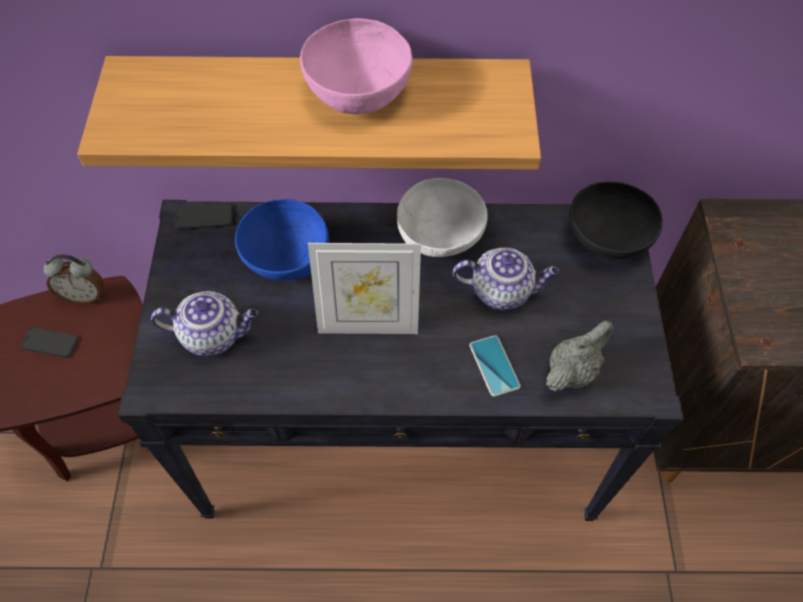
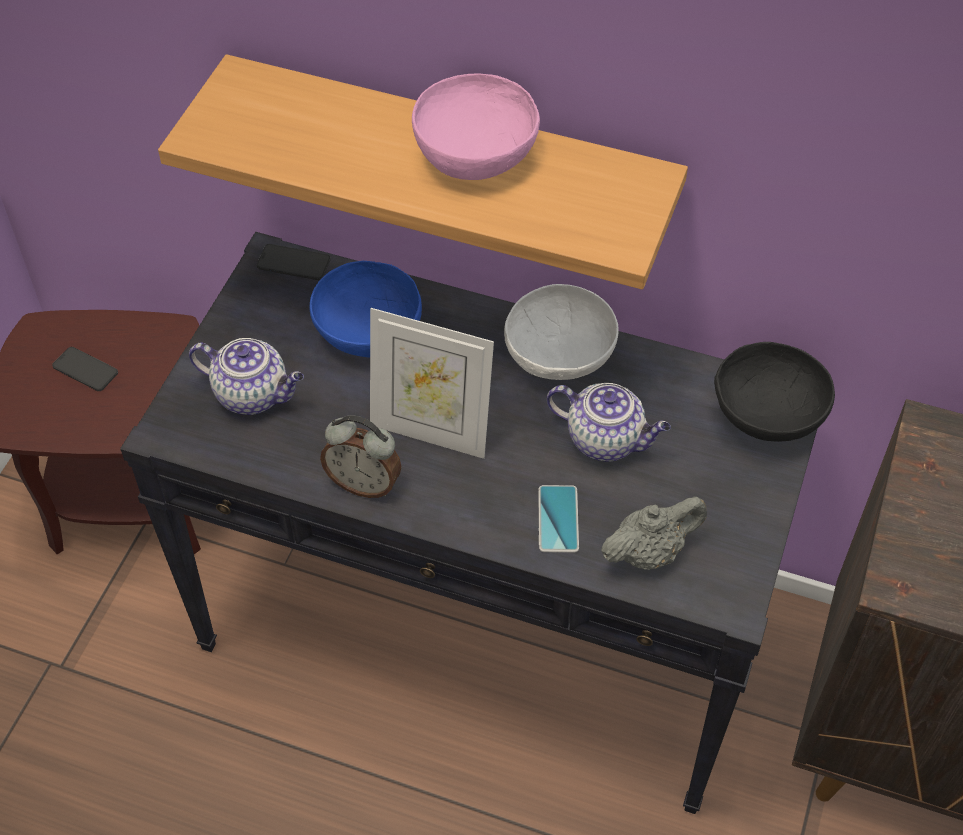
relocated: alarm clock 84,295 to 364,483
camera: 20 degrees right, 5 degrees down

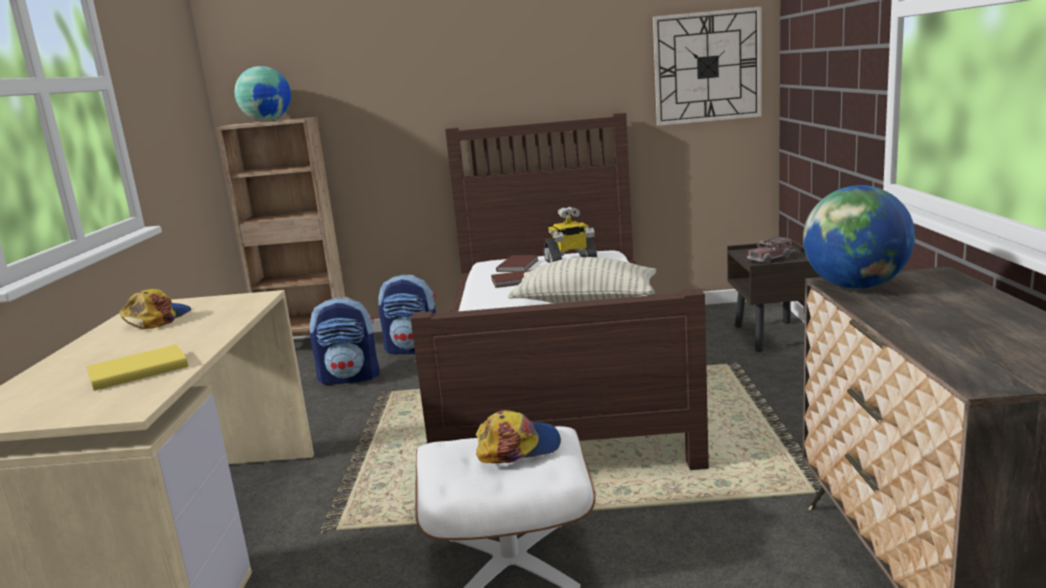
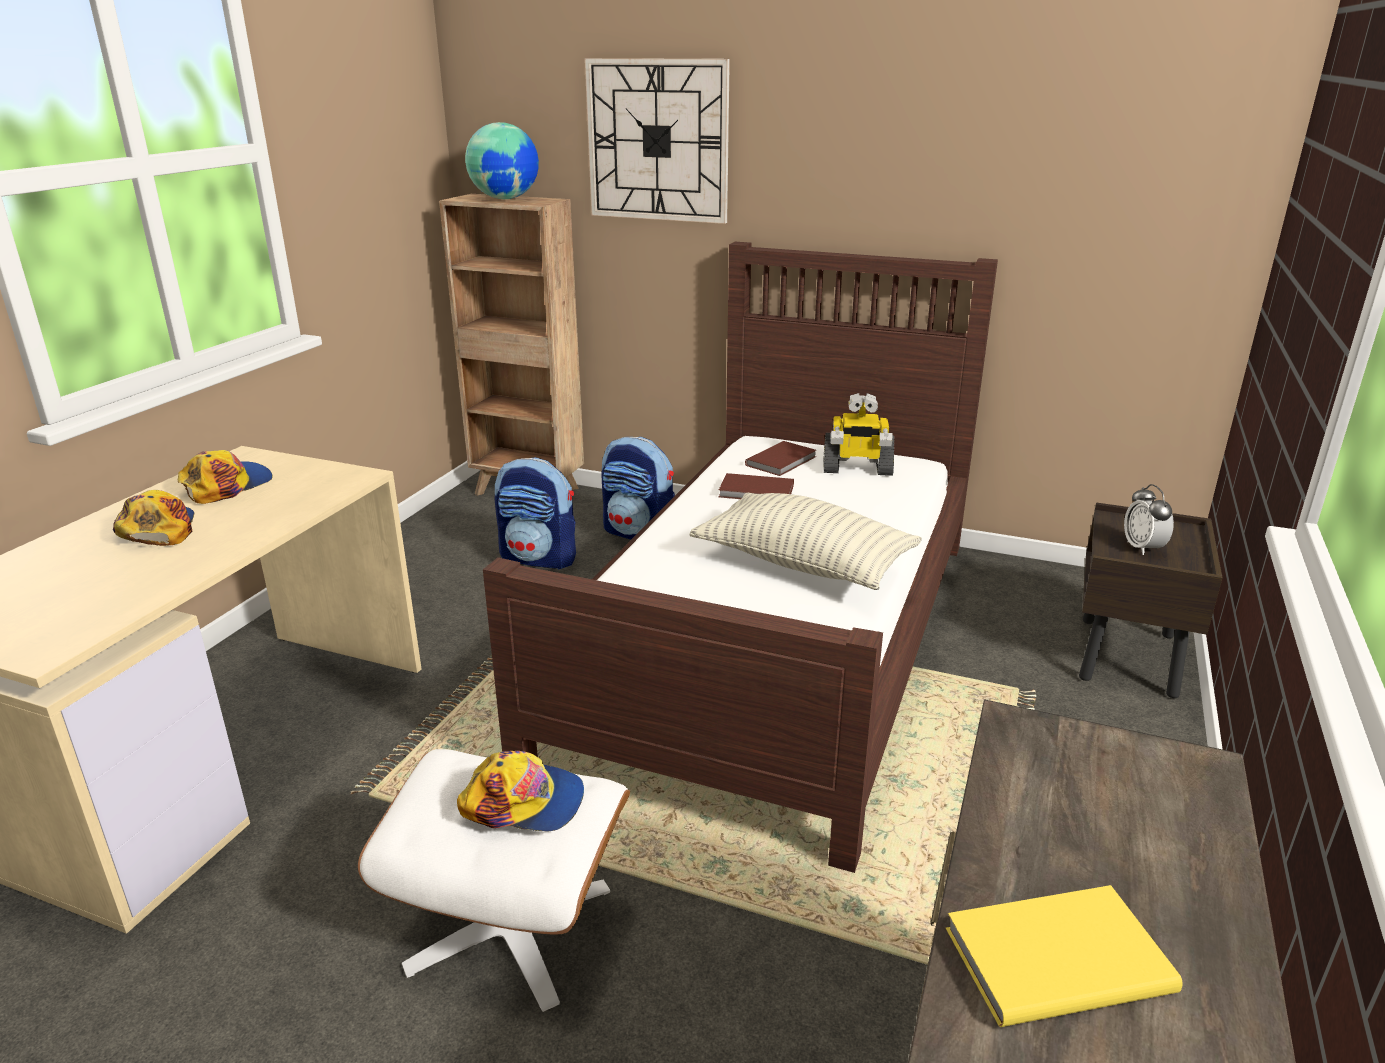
missing: globe 855,287
appeared: peaked cap 157,529
relocated: yellowish bound book 137,371 to 1052,957; wall clock 707,67 to 658,141
exchanged: toy truck 770,259 to alarm clock 1142,548
camera: 20 degrees right, 10 degrees up

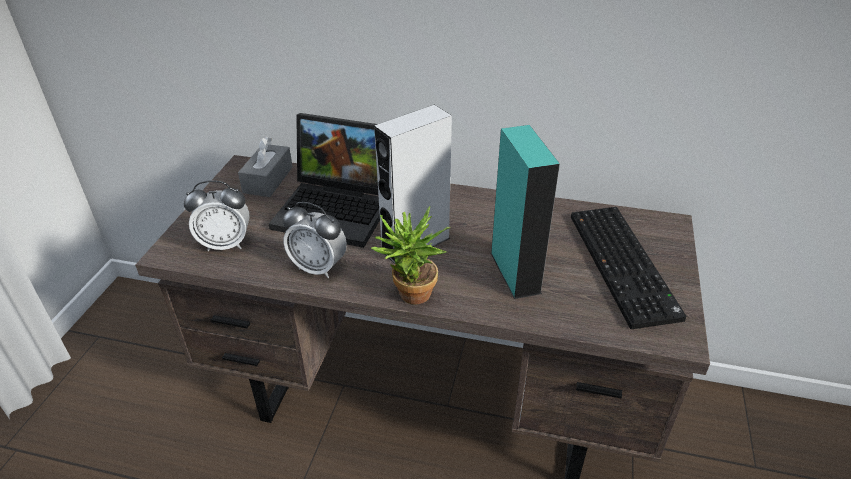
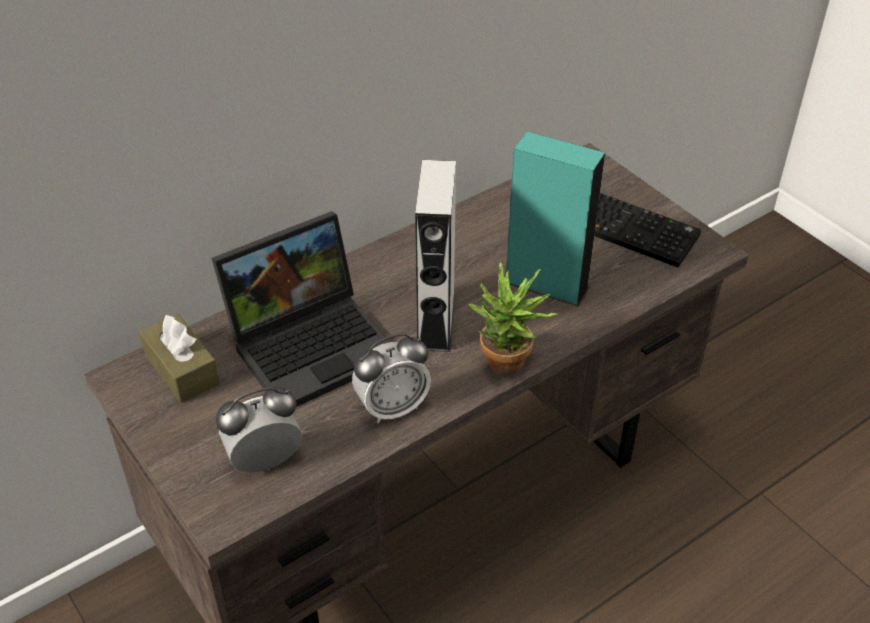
colour: greyish box of tissues 268,180 to brown-coloured box of tissues 182,369
spun: alarm clock 226,244 = 265,461 150 degrees counterclockwise
camera: 50 degrees left, 5 degrees up

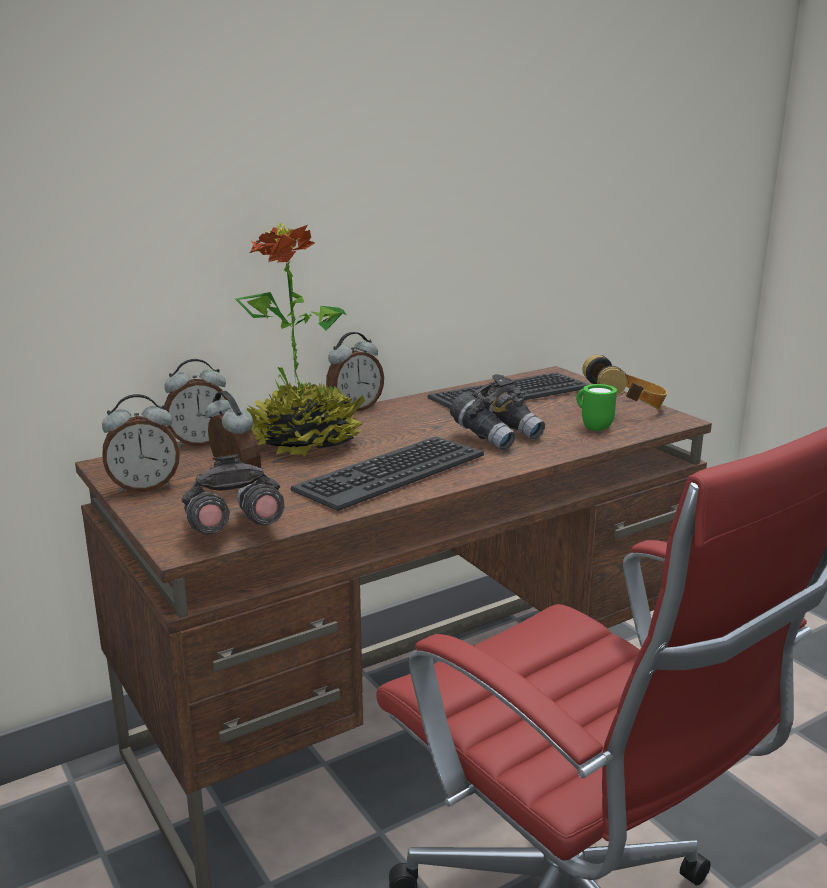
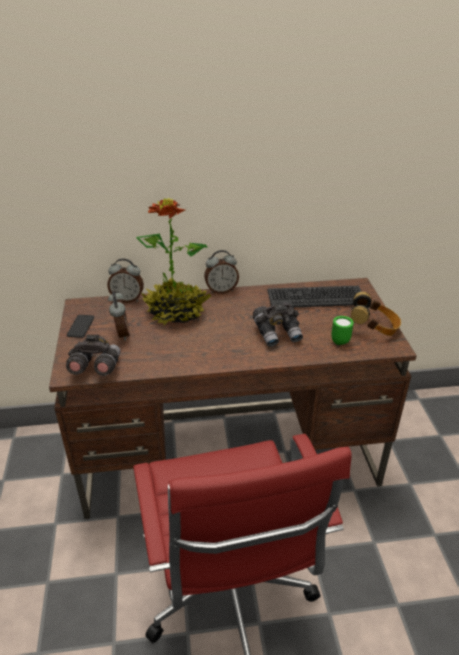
missing: computer keyboard 390,473
exchanged: alarm clock 144,487 to telephone 80,326
camera: 25 degrees right, 15 degrees up

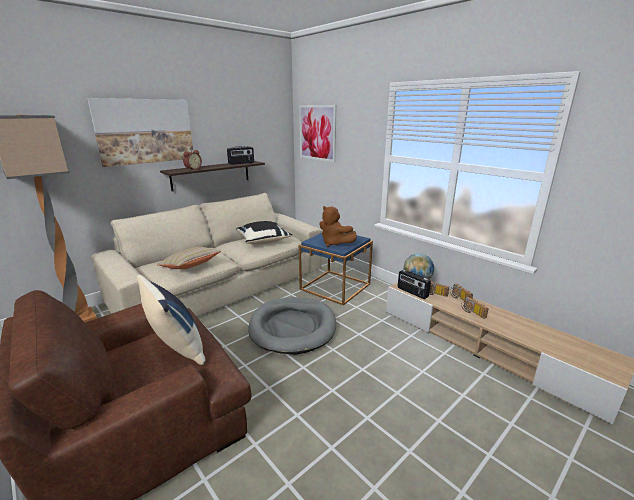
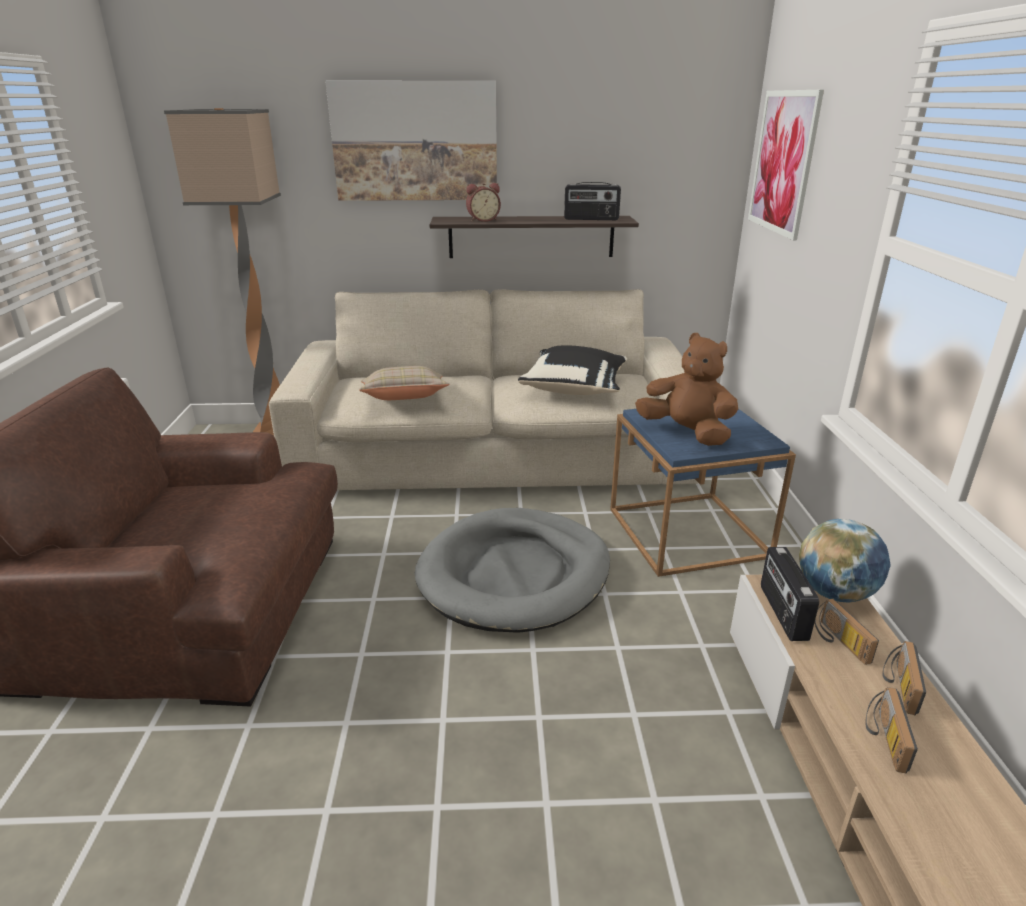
missing: bluish pillow 175,349
spun: brown-coloured plush toy 334,243 = 686,433 135 degrees clockwise
camera: 40 degrees right, 5 degrees up

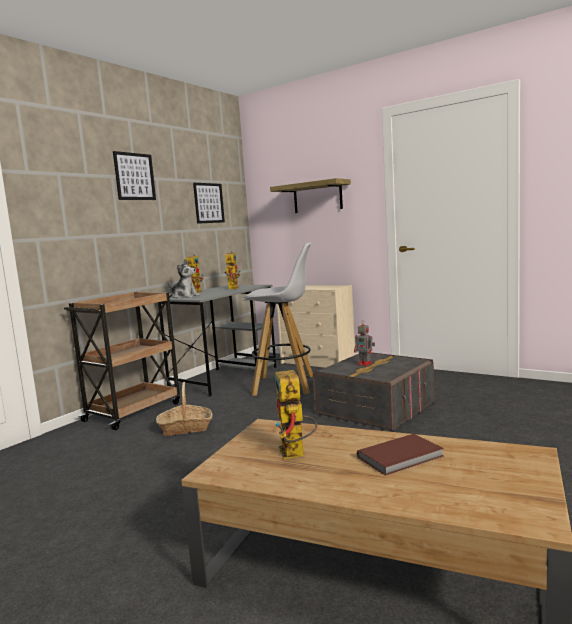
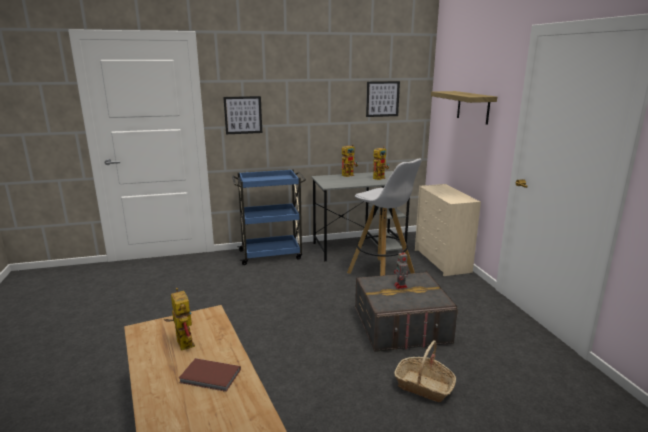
missing: plush toy 184,296
relocated: wall picture 134,176 to 243,115; basket 185,428 to 424,386
colour: brown-coloured cart 134,411 to bluish cart 271,254
spun: robot figure 296,454 = 182,341 120 degrees clockwise
camera: 40 degrees right, 10 degrees up

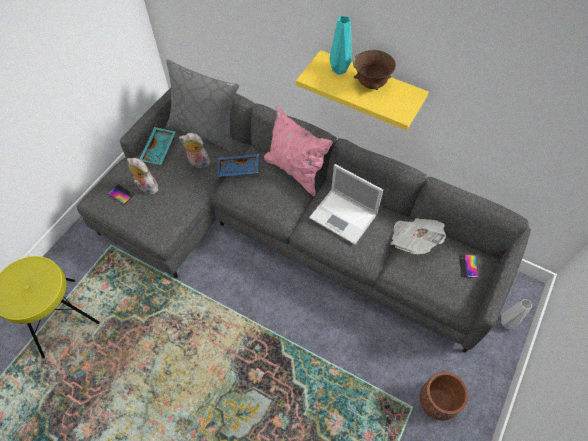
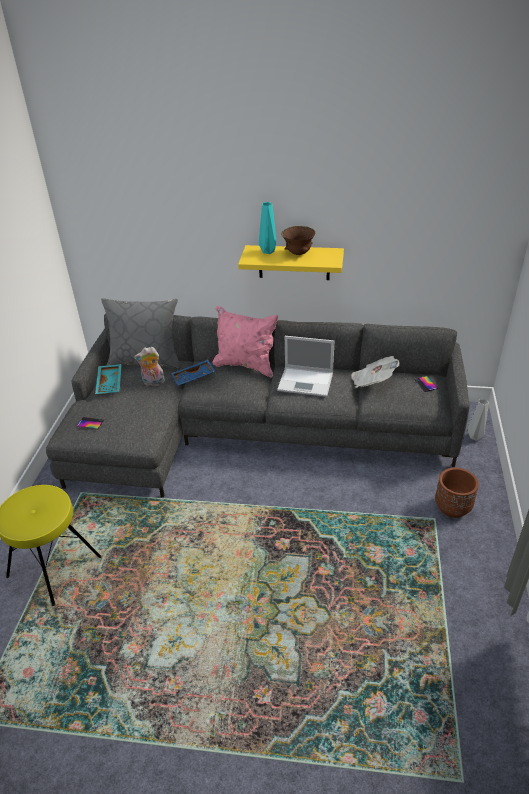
missing: plush toy 146,187
camera: 20 degrees left, 20 degrees down

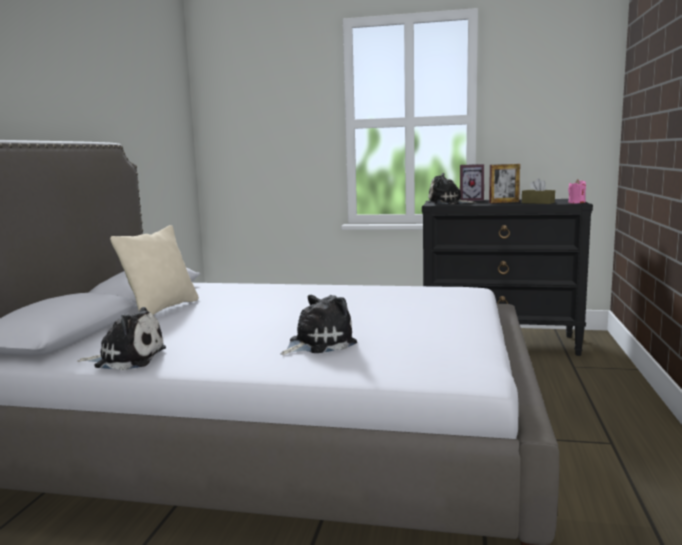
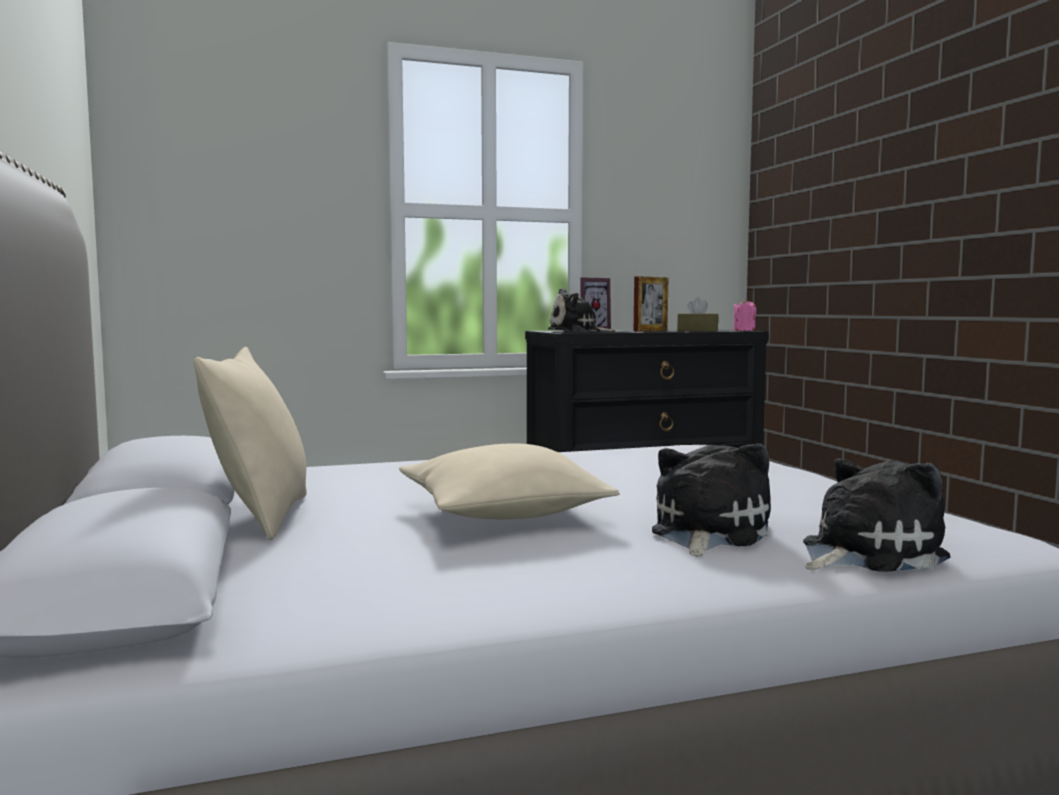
appeared: beige pillow 502,513
relocated: plush toy 127,358 to 865,553
camera: 30 degrees left, 5 degrees down

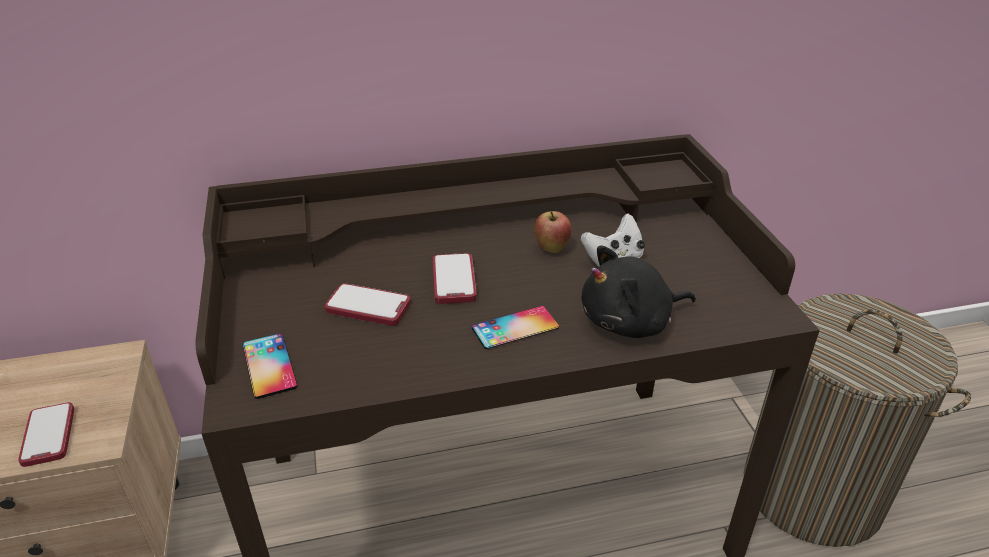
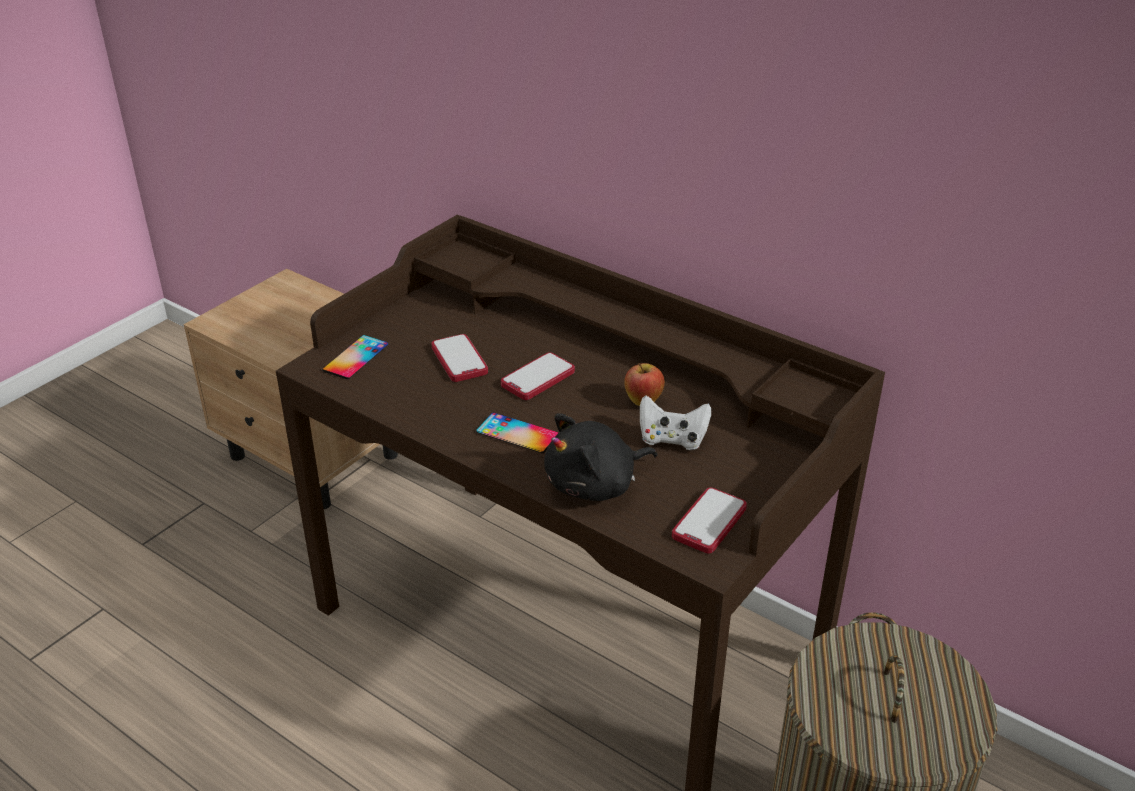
relocated: telephone 48,435 to 709,522
spun: blackish plush toy 630,322 = 595,485 60 degrees counterclockwise
camera: 50 degrees right, 0 degrees up

